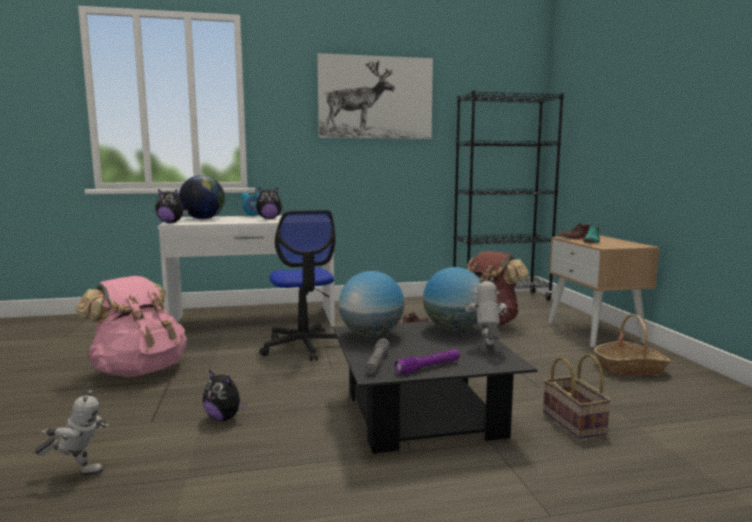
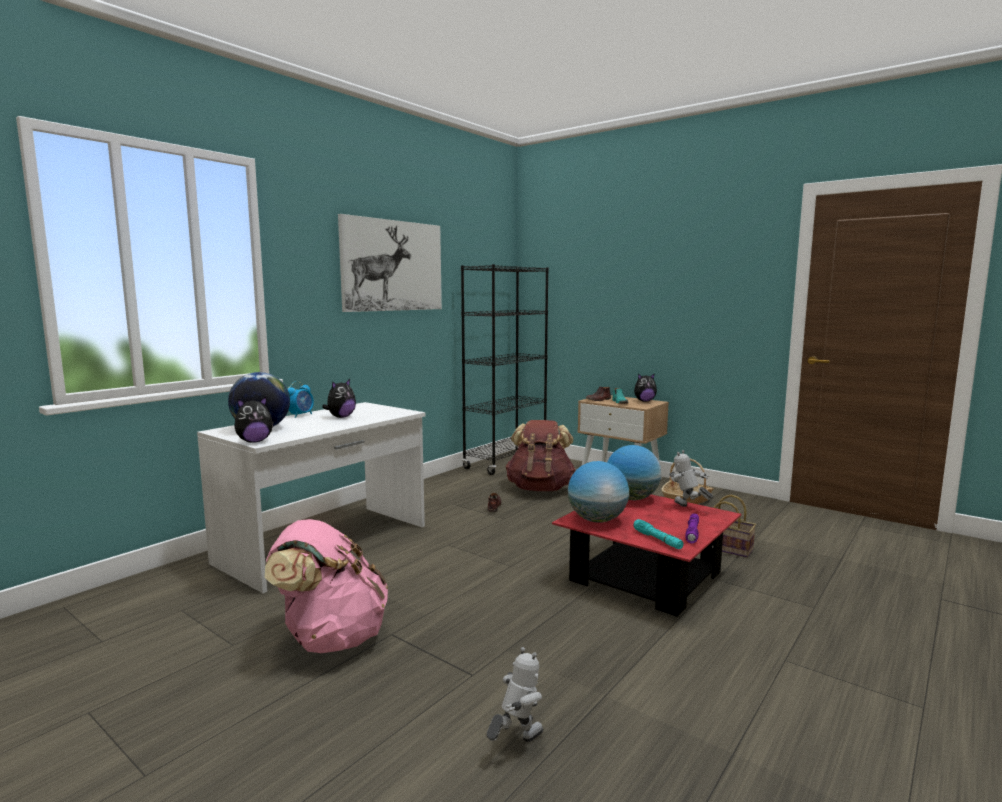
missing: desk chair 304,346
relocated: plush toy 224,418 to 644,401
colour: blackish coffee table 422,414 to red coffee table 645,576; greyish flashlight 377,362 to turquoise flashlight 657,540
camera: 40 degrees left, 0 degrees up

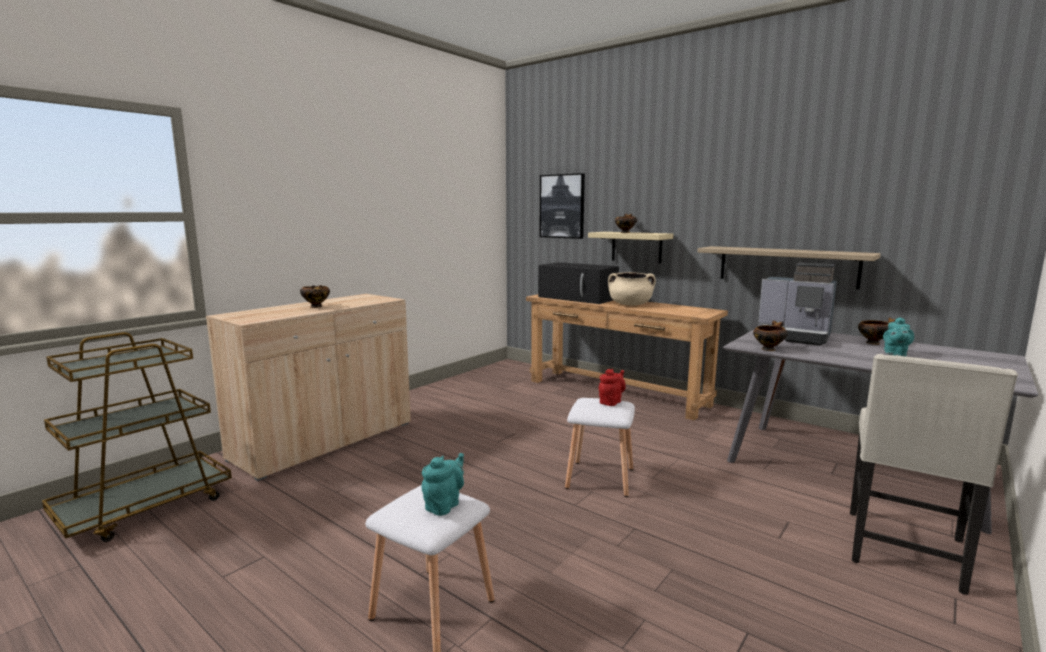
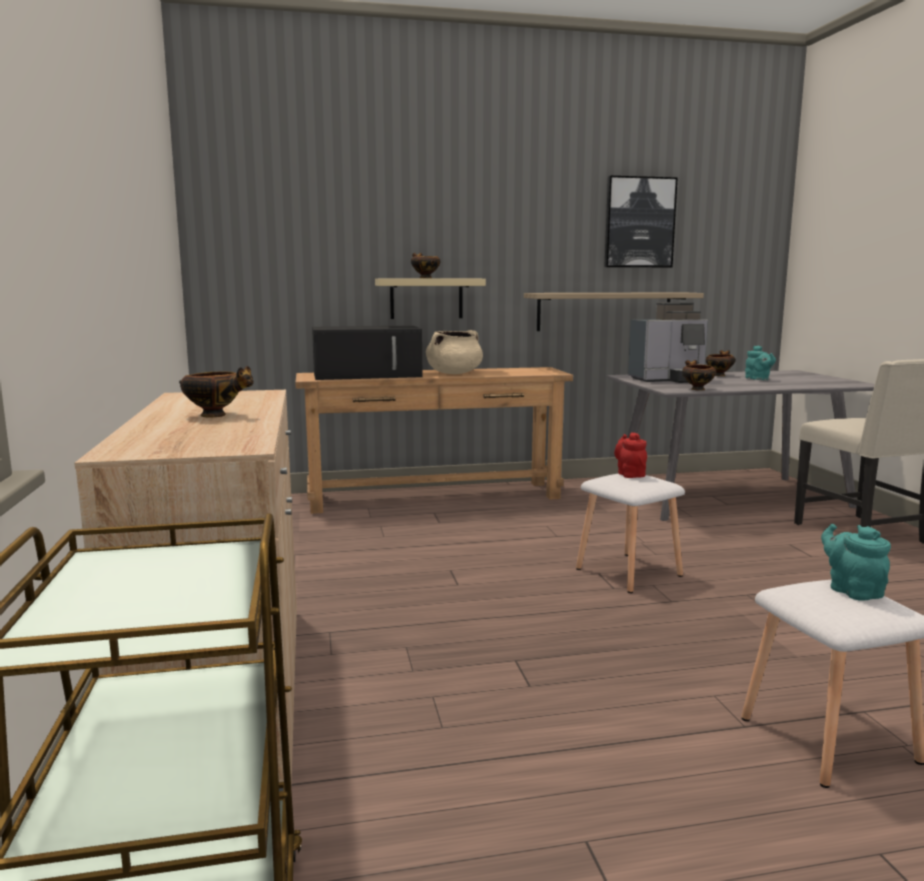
relocated: wall picture 562,206 to 639,222
camera: 50 degrees left, 0 degrees up

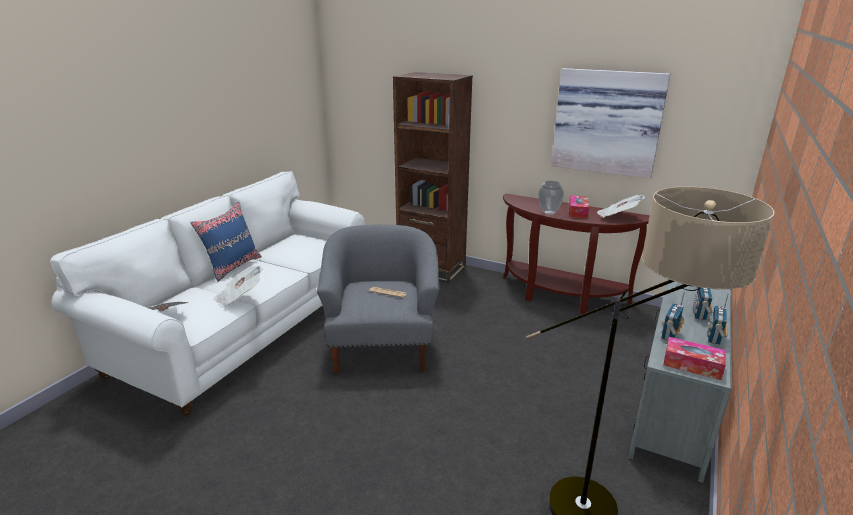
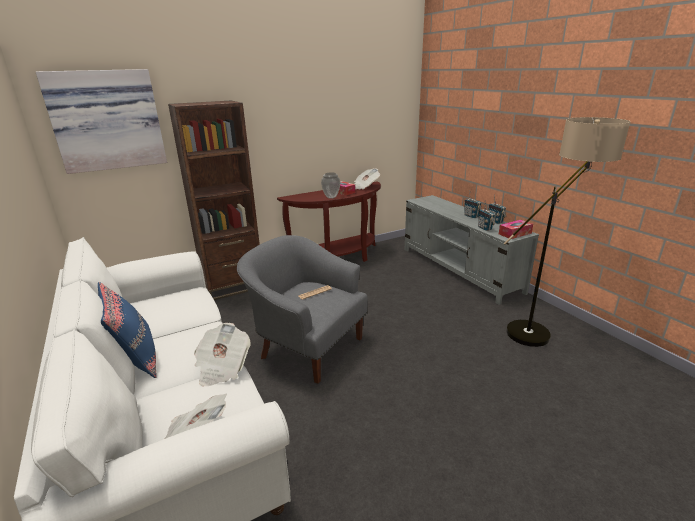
relocated: wall picture 607,122 to 107,120
camera: 55 degrees left, 0 degrees up

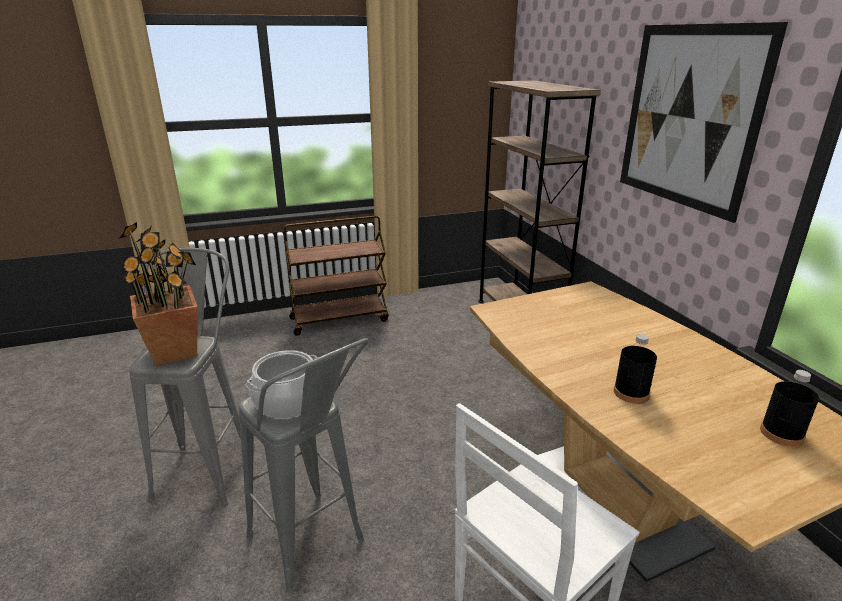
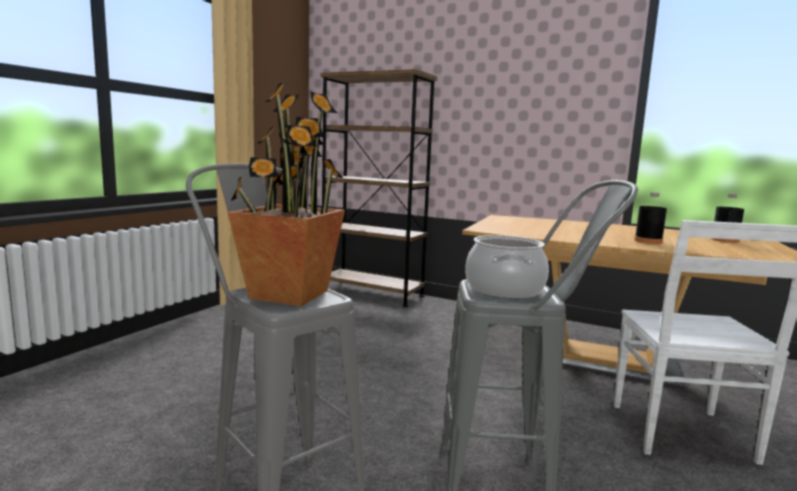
missing: brown-coloured cart 339,319; wall picture 688,117
camera: 45 degrees left, 15 degrees down

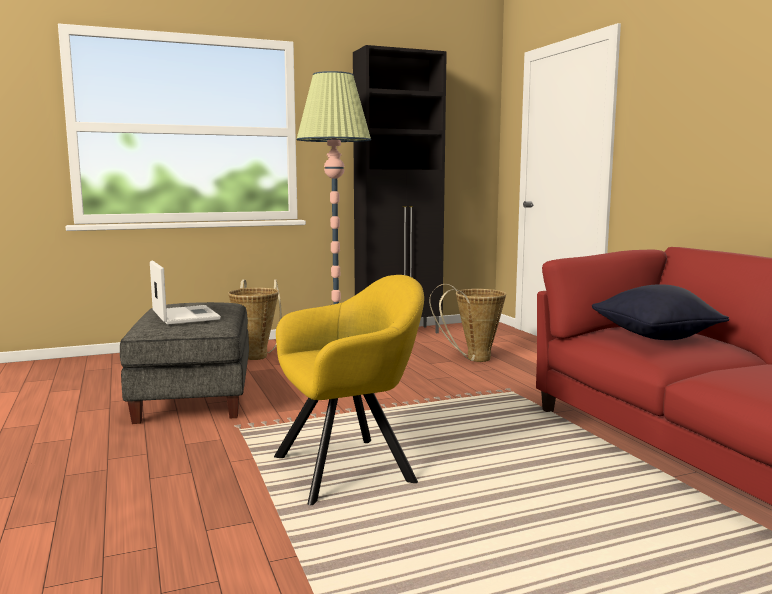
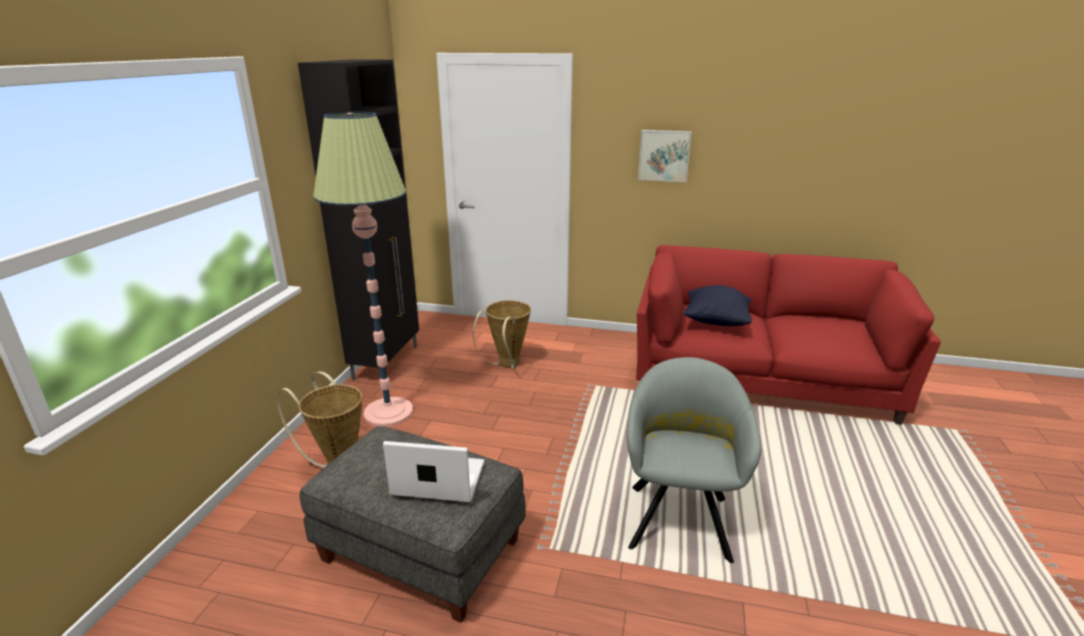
appeared: wall picture 664,155
colour: yellowish lounge chair 352,468 to greyish lounge chair 679,516
camera: 55 degrees left, 15 degrees up

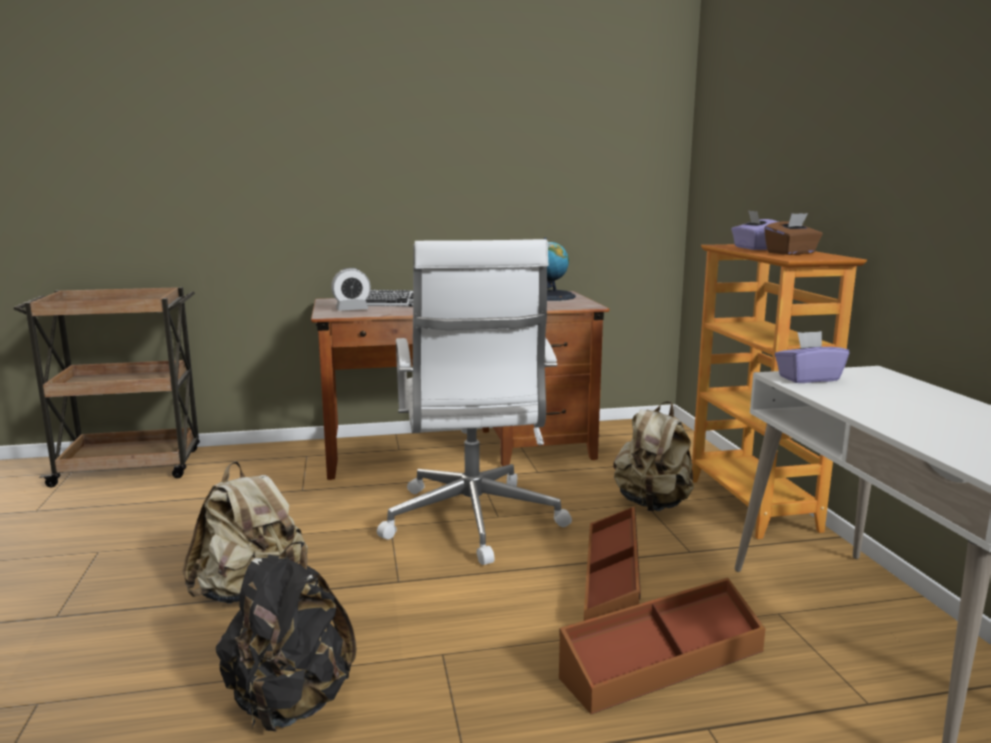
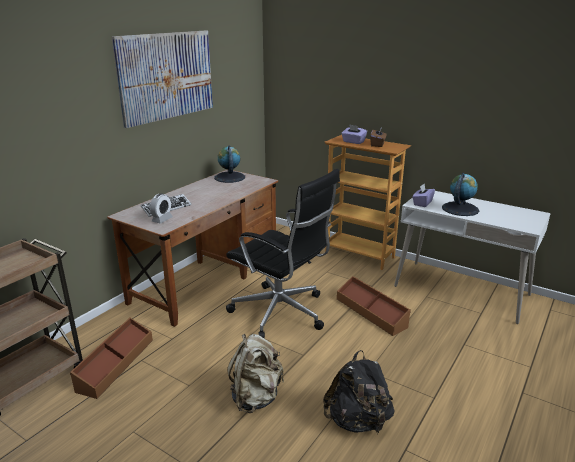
missing: beige backpack 653,504
appeared: wall picture 166,76; globe 460,209
relocated: brown-coloured storage bin 661,662 to 115,364
colour: white-coloured desk chair 472,522 to blackish desk chair 281,313
camera: 45 degrees left, 10 degrees up

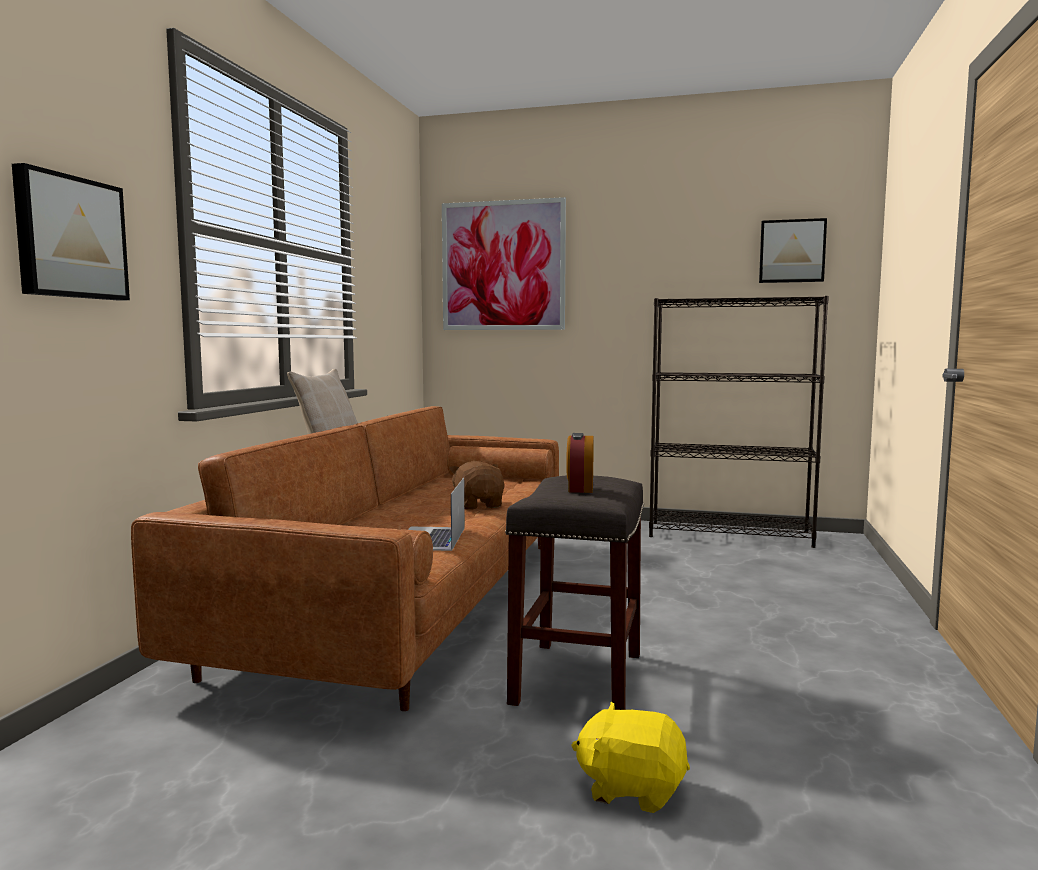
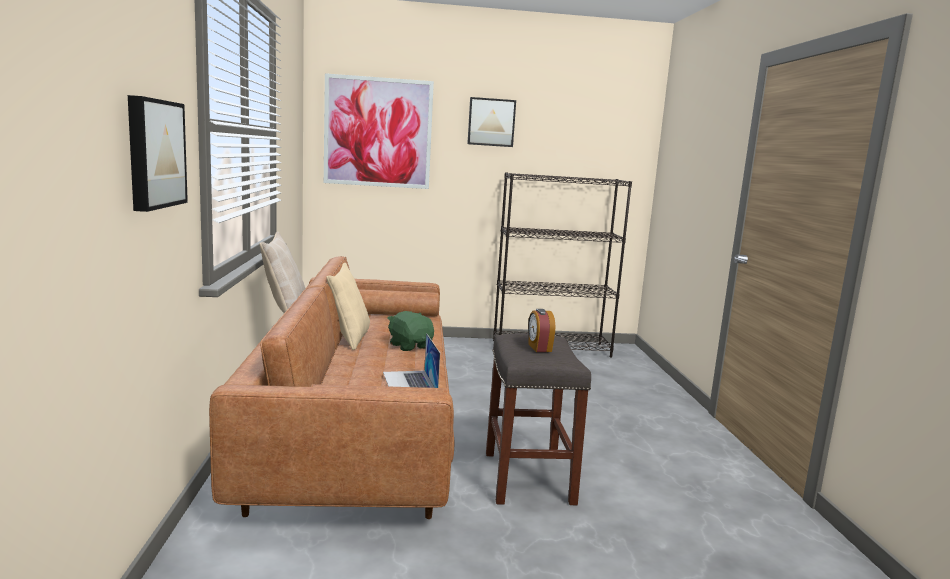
missing: yellowish plush toy 631,788
appeared: beige pillow 349,338
relocated: wall picture 792,251 to 491,122
colour: brown-coloured plush toy 478,505 to green plush toy 410,346
camera: 20 degrees left, 5 degrees up

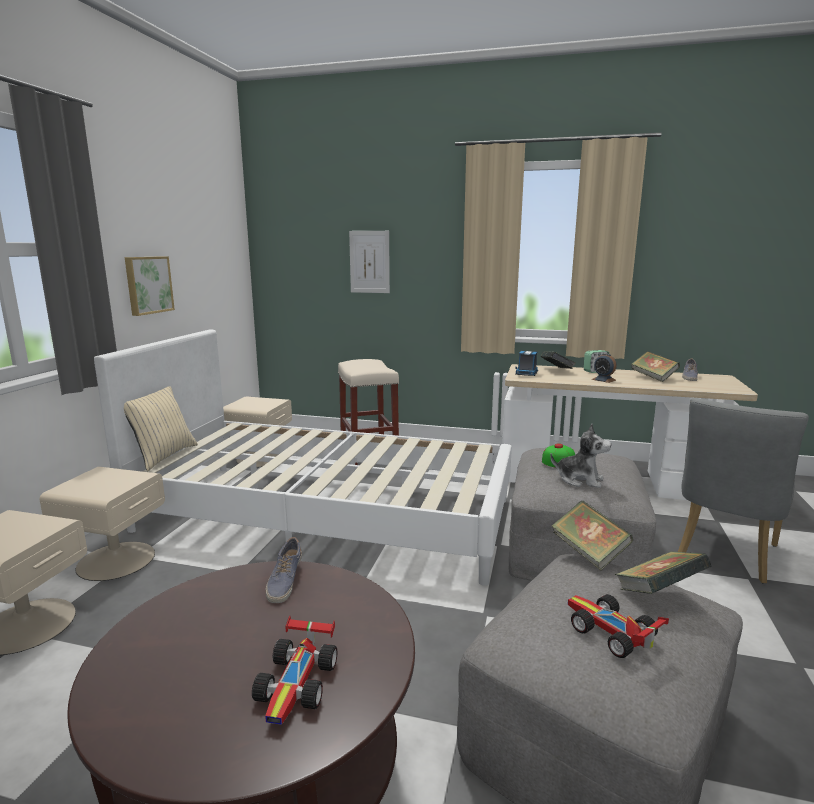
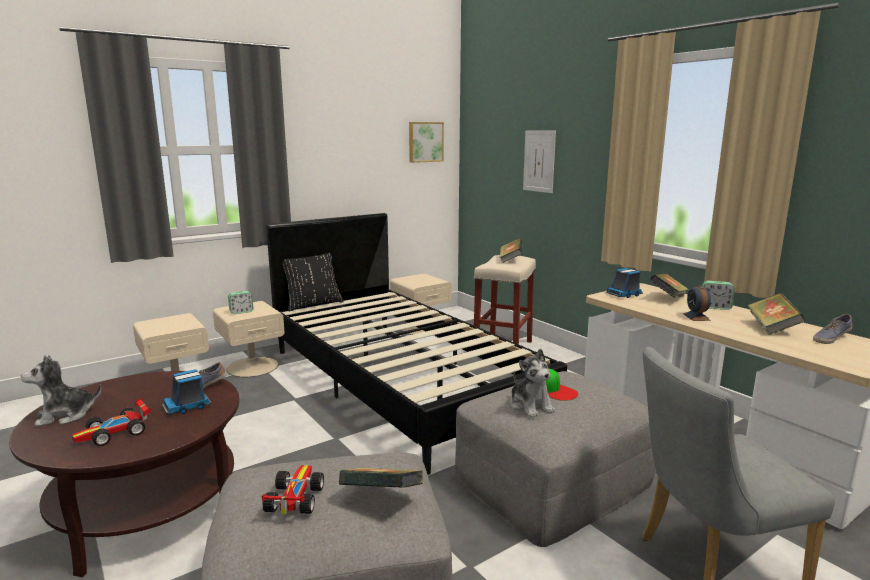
appeared: plush toy 65,416; toy truck 188,406; alarm clock 241,312
relocated: wall picture 148,285 to 425,142; bound book 589,553 to 510,260
colour: white-coloured bed 326,515 to blackish bed 400,381; beige pillow 163,456 to blackish pillow 313,304
camera: 40 degrees right, 0 degrees up

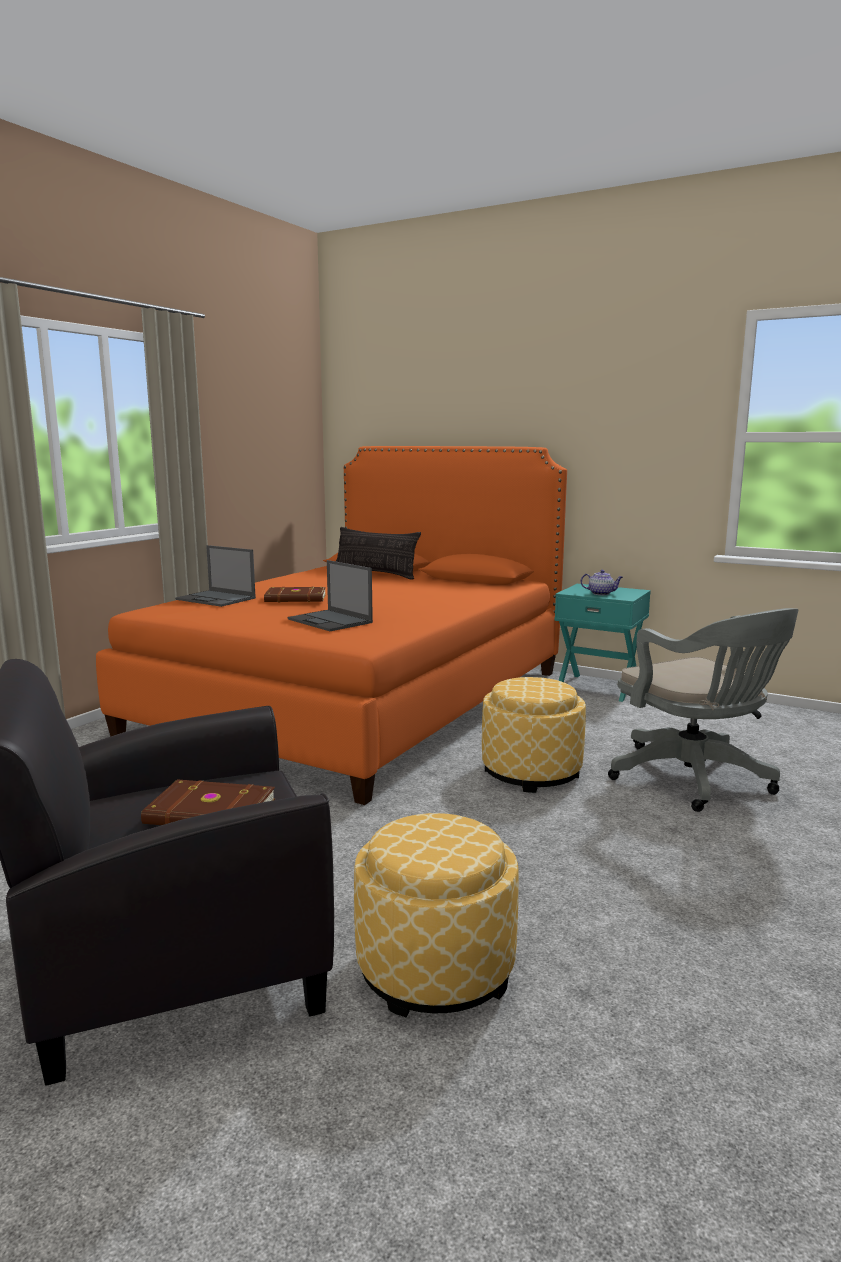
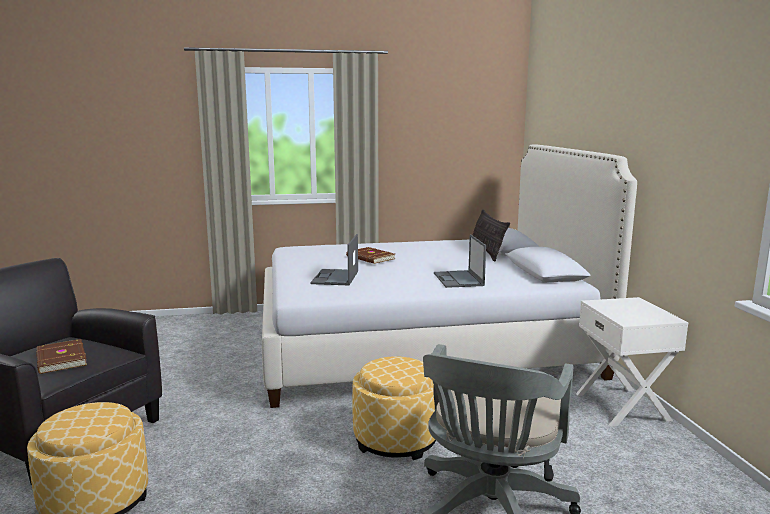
missing: tea pot 601,593
relocated: portable computer 216,599 to 458,279
colour: orange bed 358,701 to white-coloured bed 422,346; turquoise nightstand 598,687 to white-coloured nightstand 623,406
camera: 50 degrees right, 0 degrees up

